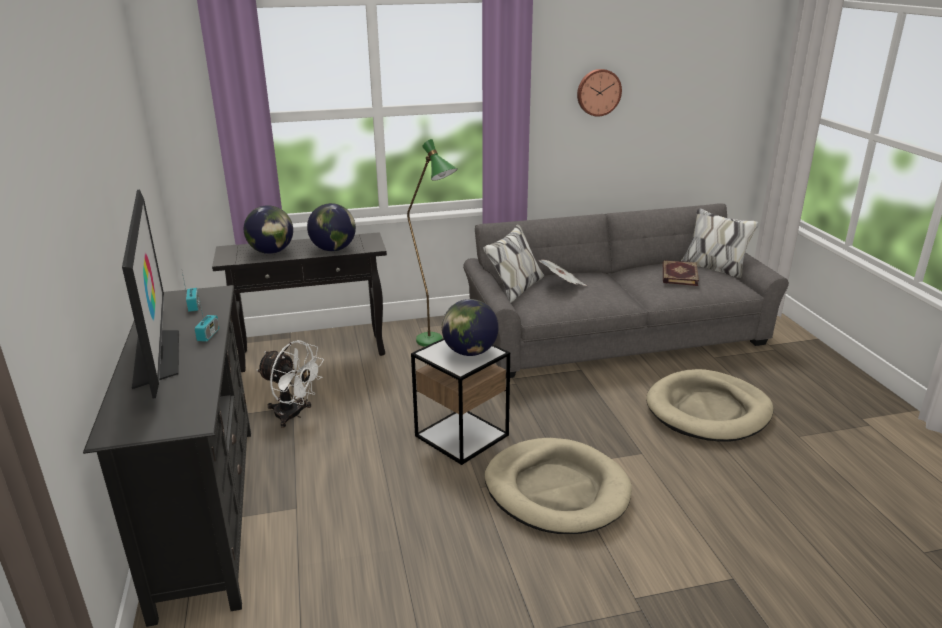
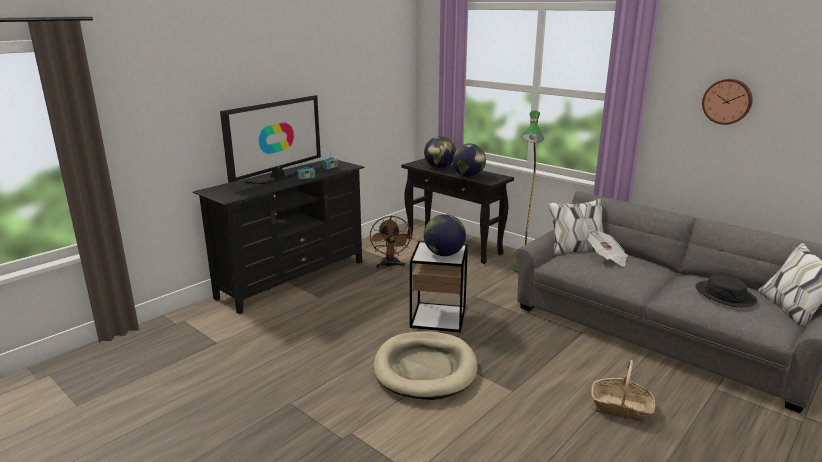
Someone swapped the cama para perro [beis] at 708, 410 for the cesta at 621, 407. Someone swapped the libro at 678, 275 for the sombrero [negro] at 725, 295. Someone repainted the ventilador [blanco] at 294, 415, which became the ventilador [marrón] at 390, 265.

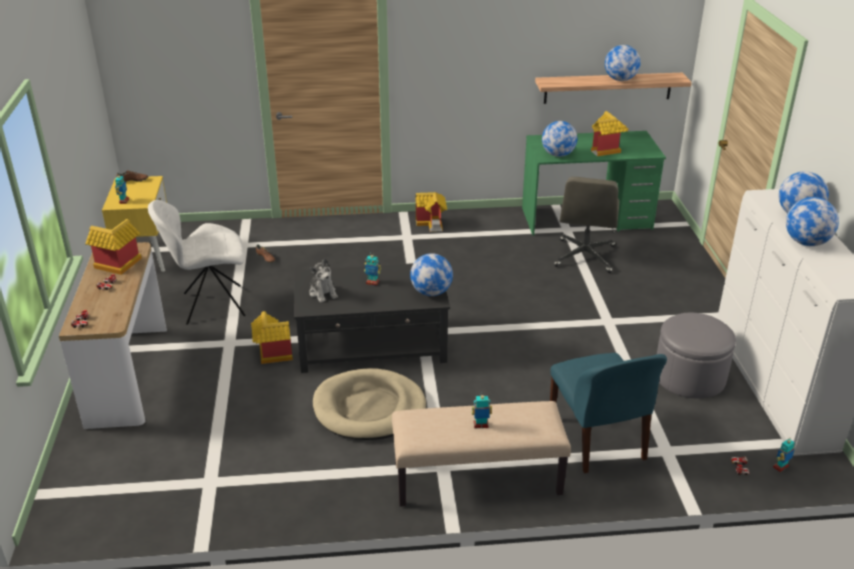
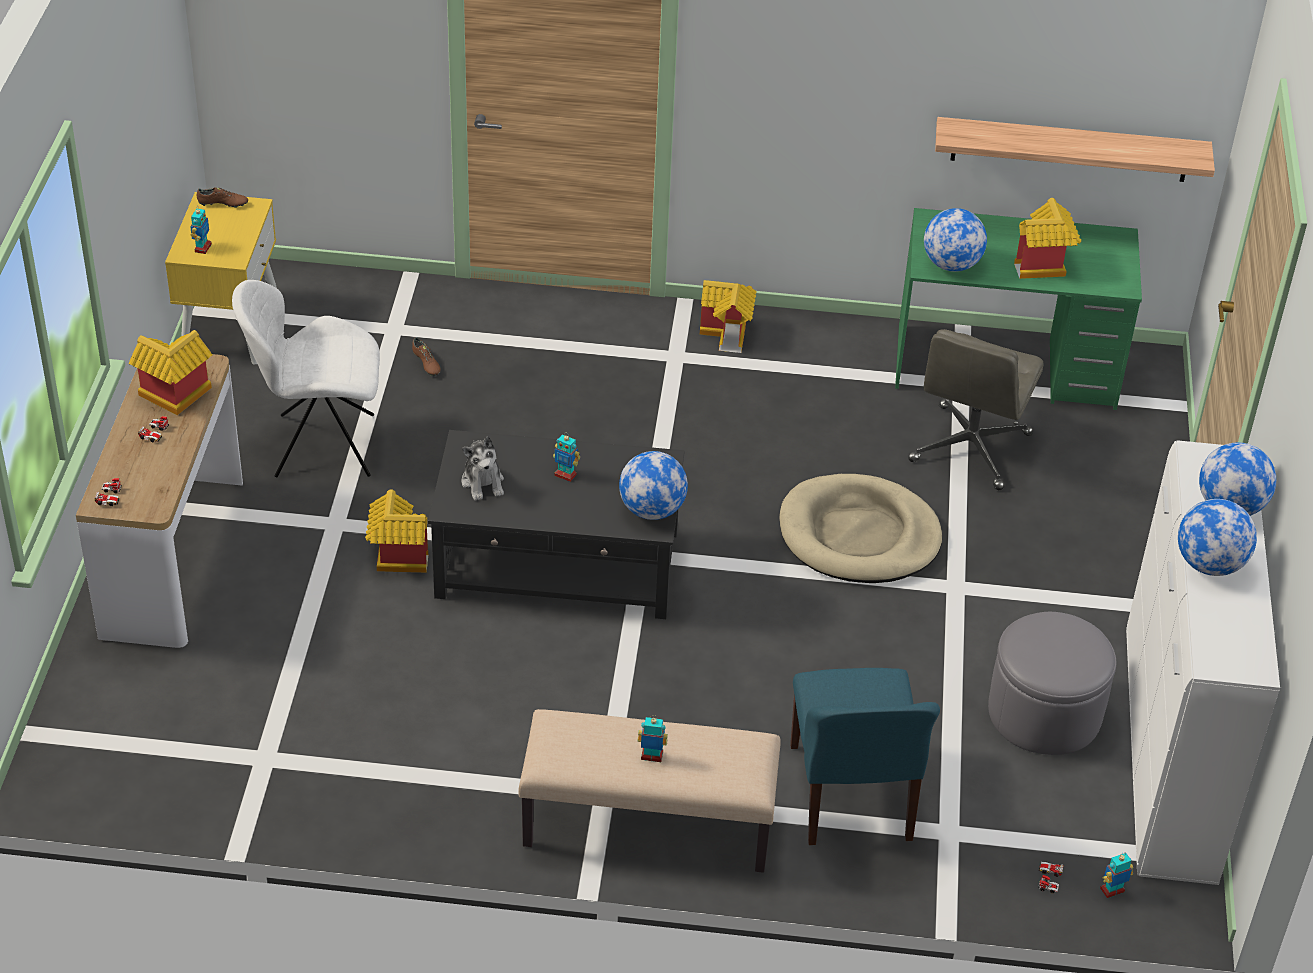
Someone took away the globo terráqueo at 620, 80. Someone carried the cama para perro [beis] from 369, 408 to 859, 535.

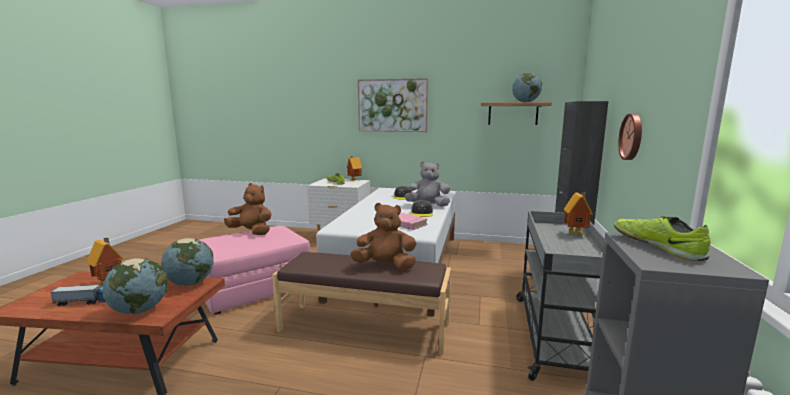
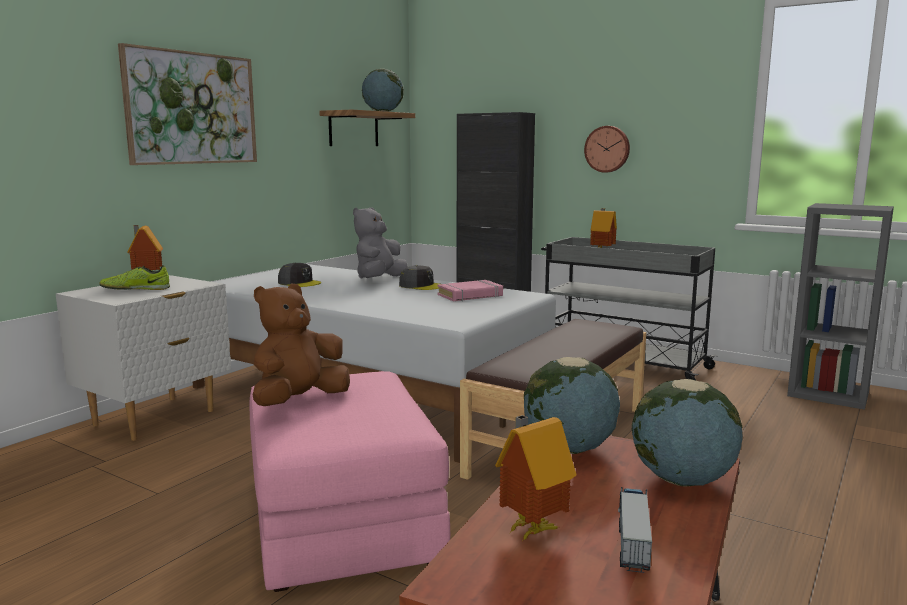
Someone took away the peluche [marrón] at 385, 266. Someone took away the zapato at 657, 246.

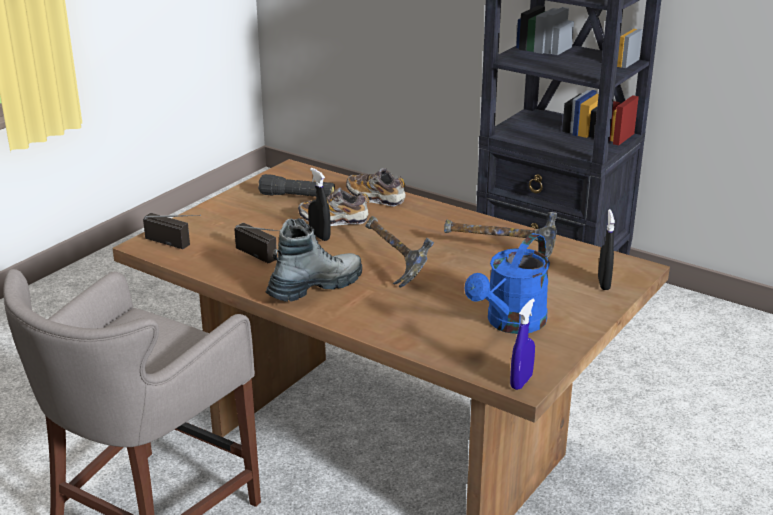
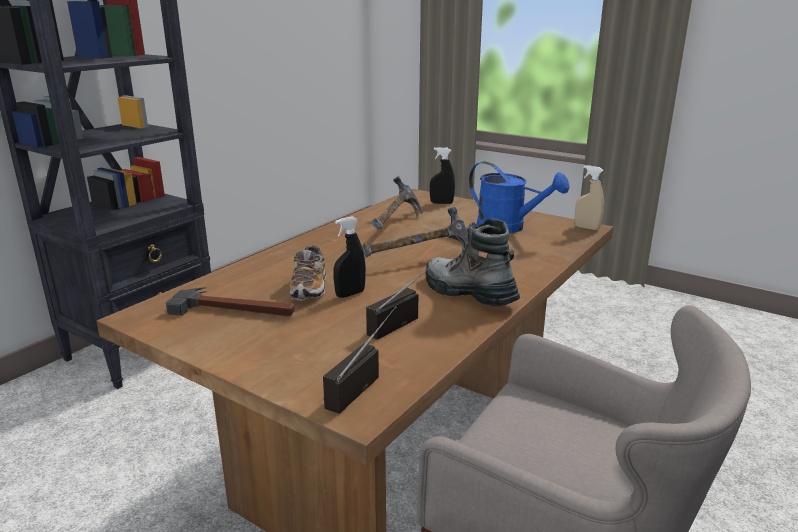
Someone took away the zapato at 375, 197. Someone swapped the linterna [negro] at 297, 196 for the martillo at 234, 309. Someone repainted the pulverizador [azul] at 521, 382, which became the pulverizador [beis] at 586, 228.

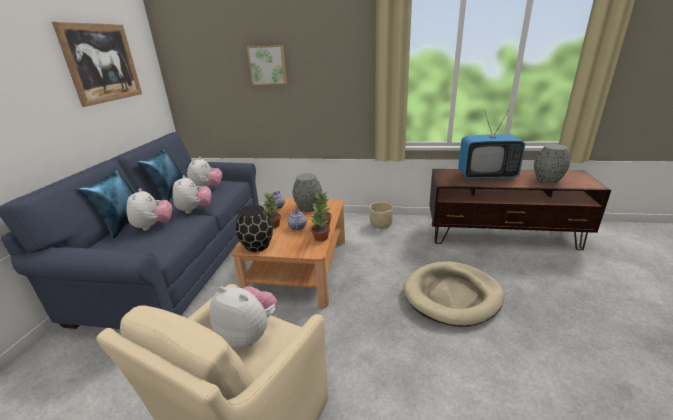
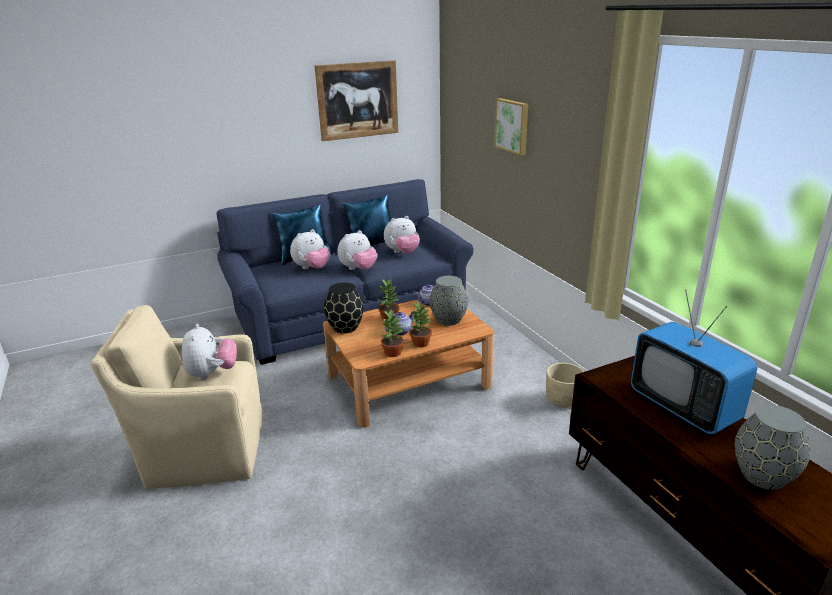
Someone took away the cama para perro [beis] at 452, 295.

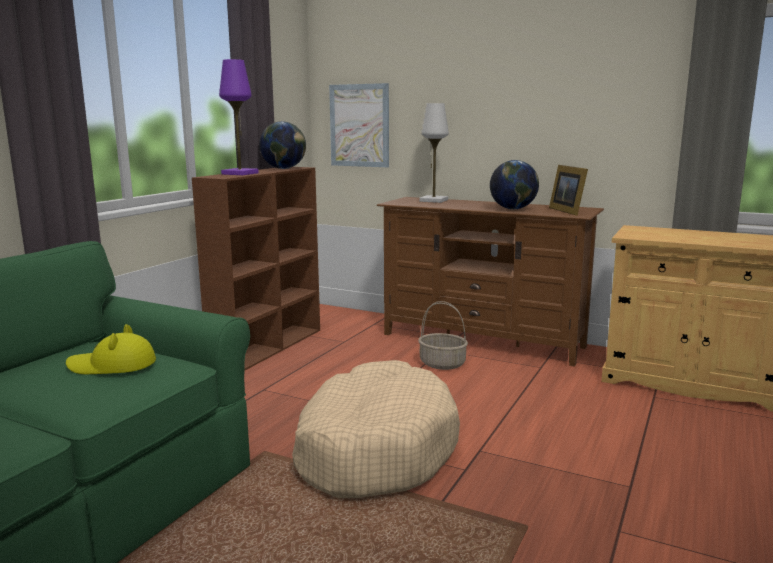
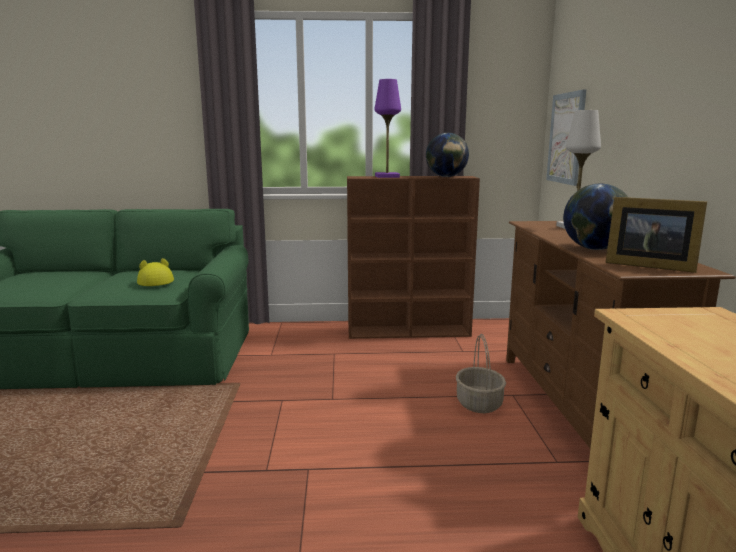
Someone took away the cama para perro [beis] at 374, 449. Someone rotated the portarretratos at 568, 211 by 105 degrees counterclockwise.

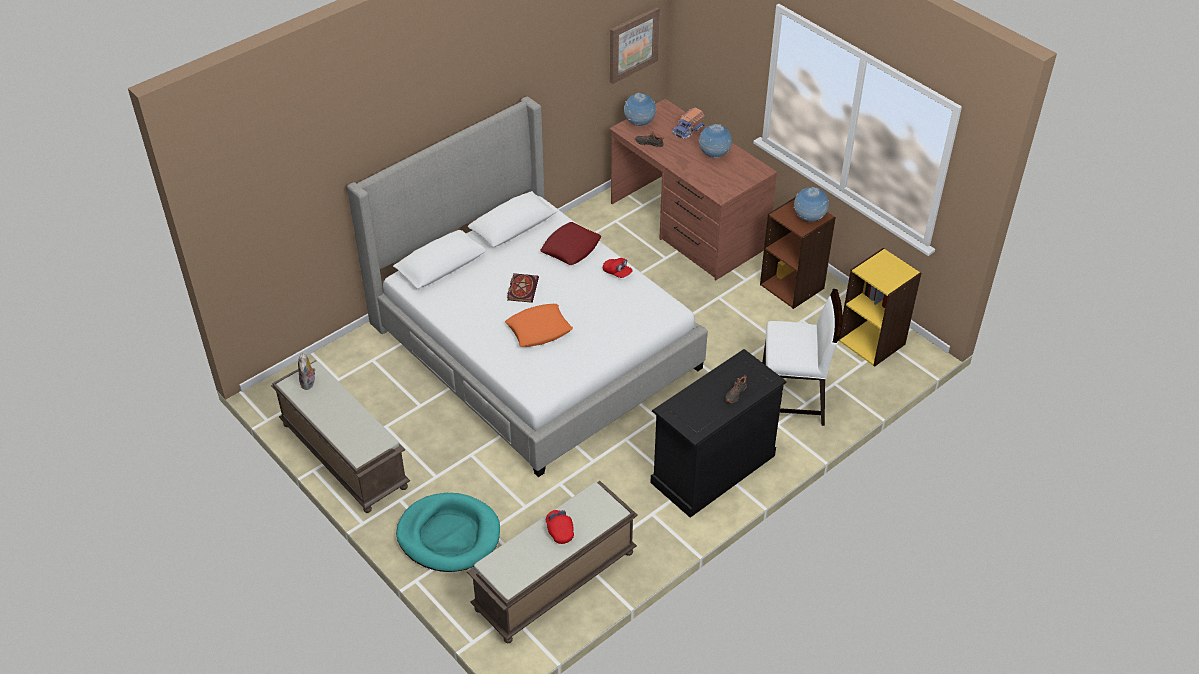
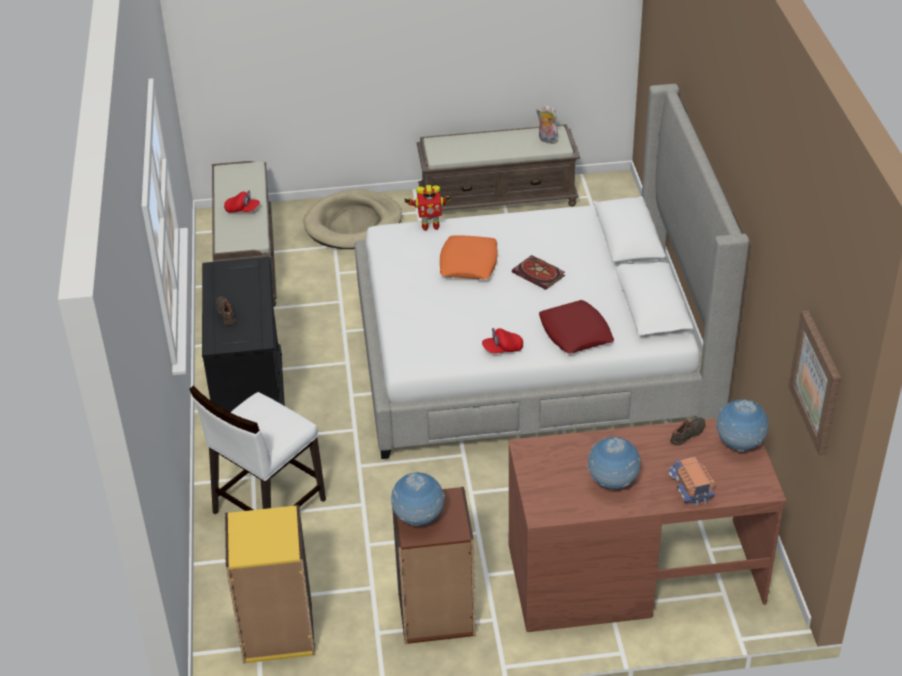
Someone put down the robot de juguete at 429, 226. Someone repainted the cama para perro [turquesa] at 449, 535, which became the cama para perro [beis] at 353, 224.

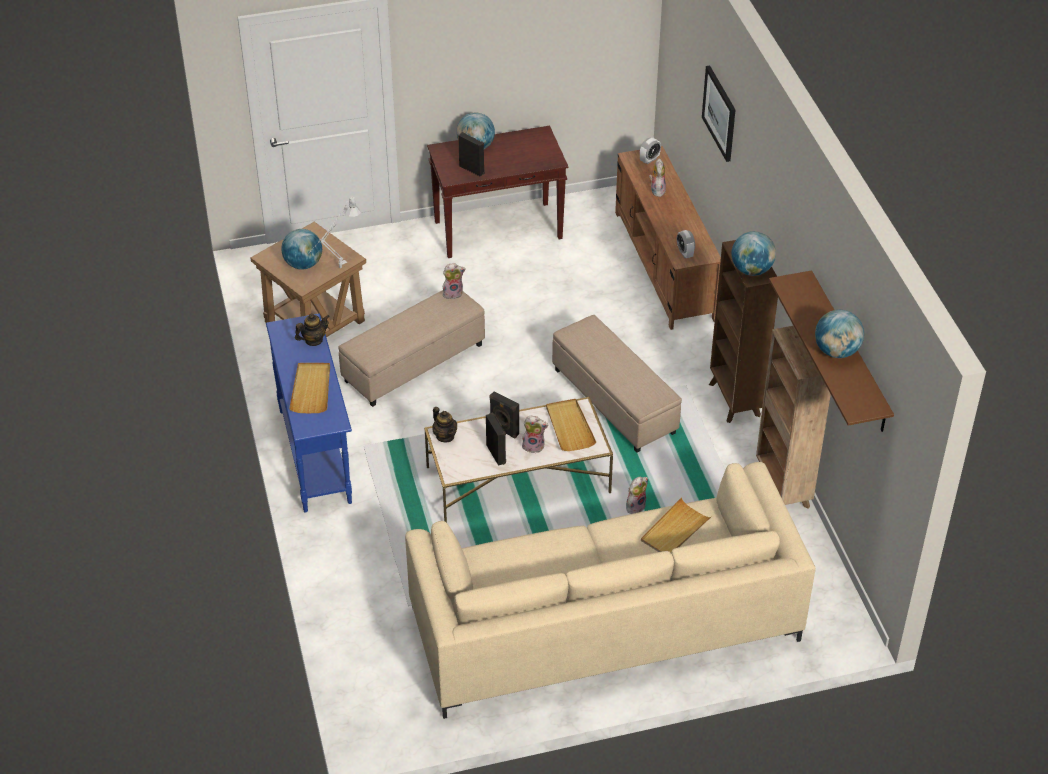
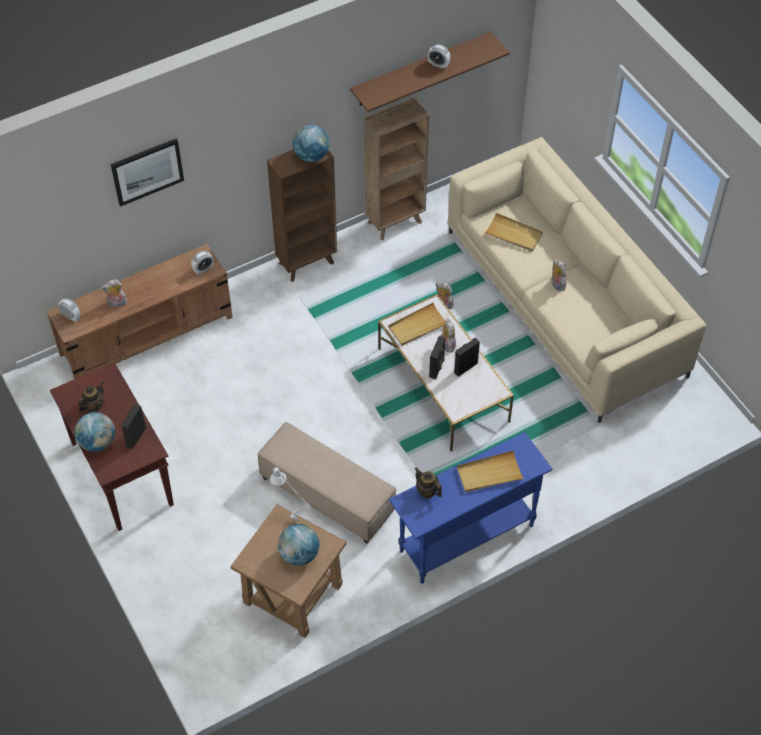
Someone took away the puf [beis] at 613, 401. Someone carried the tetera from 445, 436 to 93, 405. Someone carried the peluche from 453, 293 to 556, 285. Someone swapped the globo terráqueo at 836, 351 for the despertador at 438, 65.

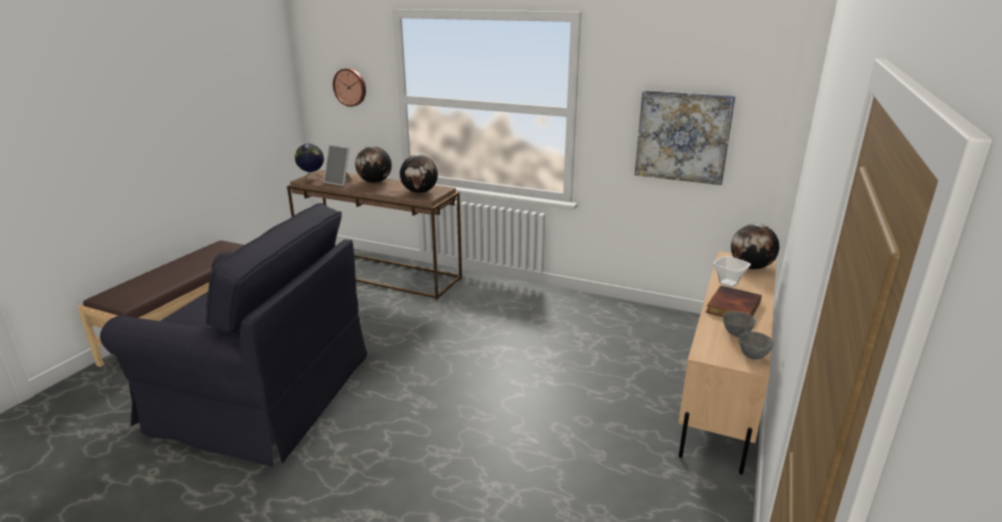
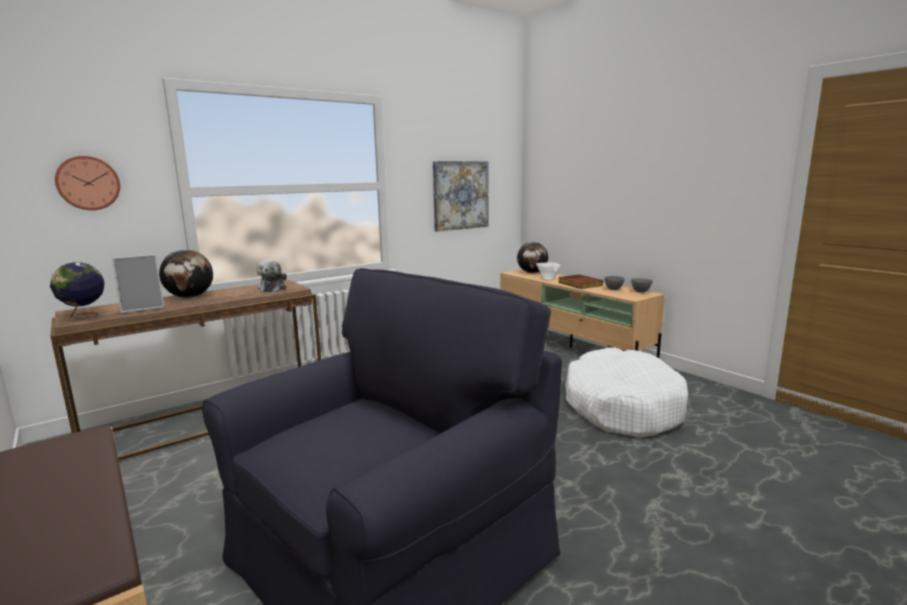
Someone put down the cama para perro [blanco] at 622, 407. Someone swapped the globo terráqueo at 420, 192 for the peluche at 272, 288.

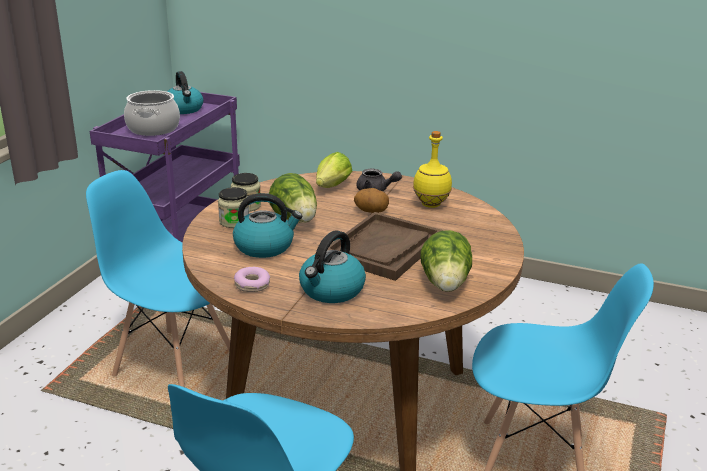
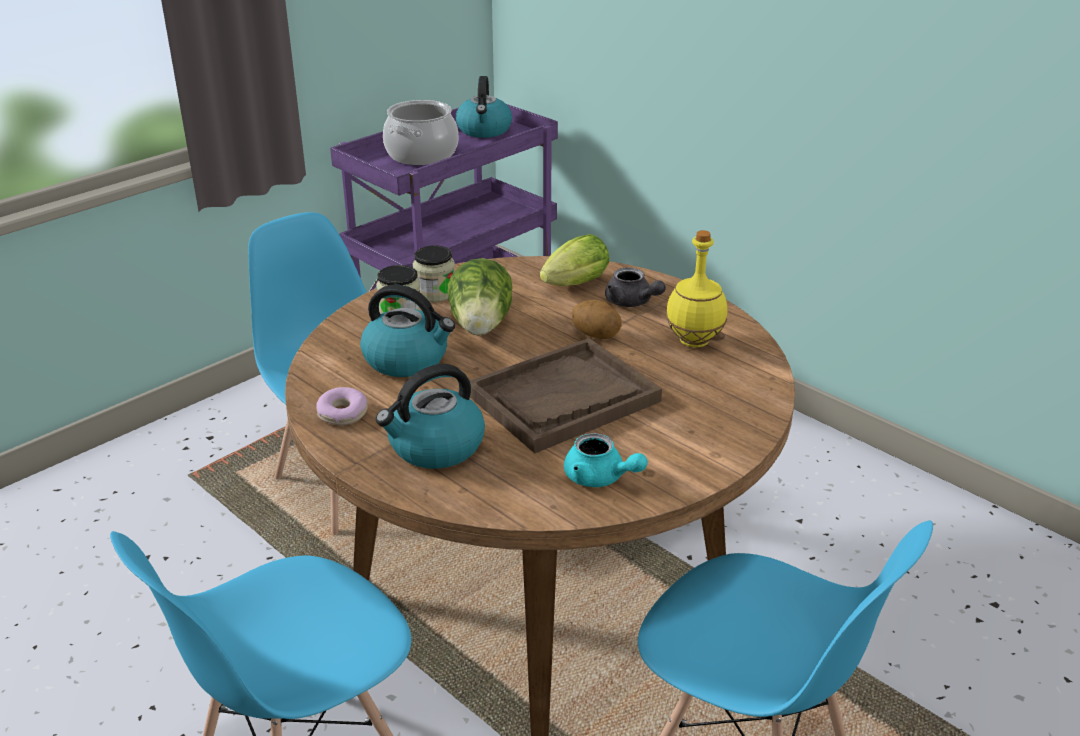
Someone swapped the lechuga at 445, 285 for the tetera [turquesa] at 600, 478.

